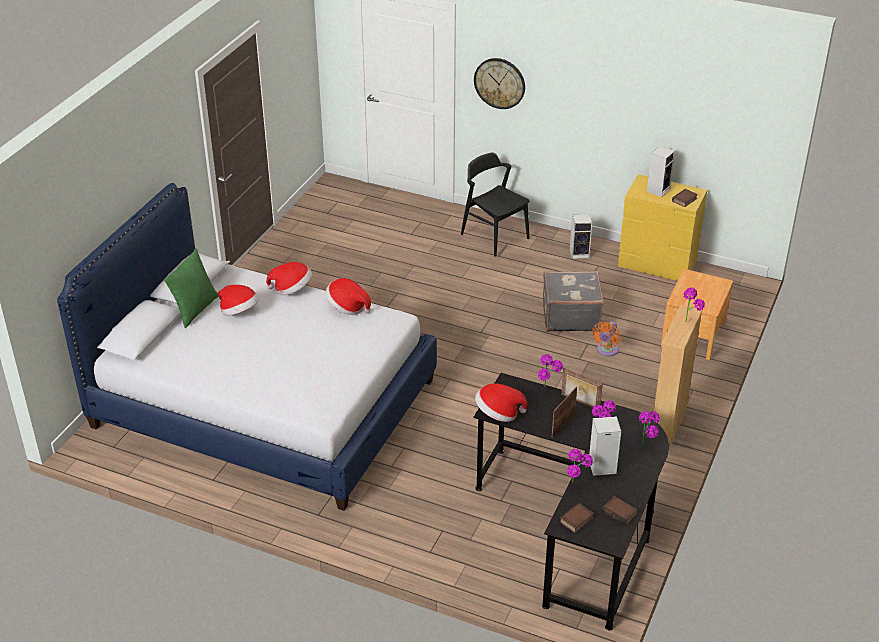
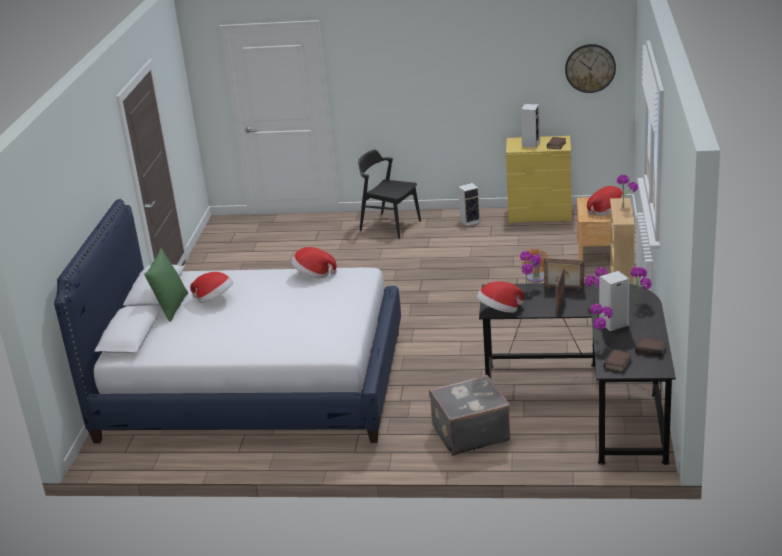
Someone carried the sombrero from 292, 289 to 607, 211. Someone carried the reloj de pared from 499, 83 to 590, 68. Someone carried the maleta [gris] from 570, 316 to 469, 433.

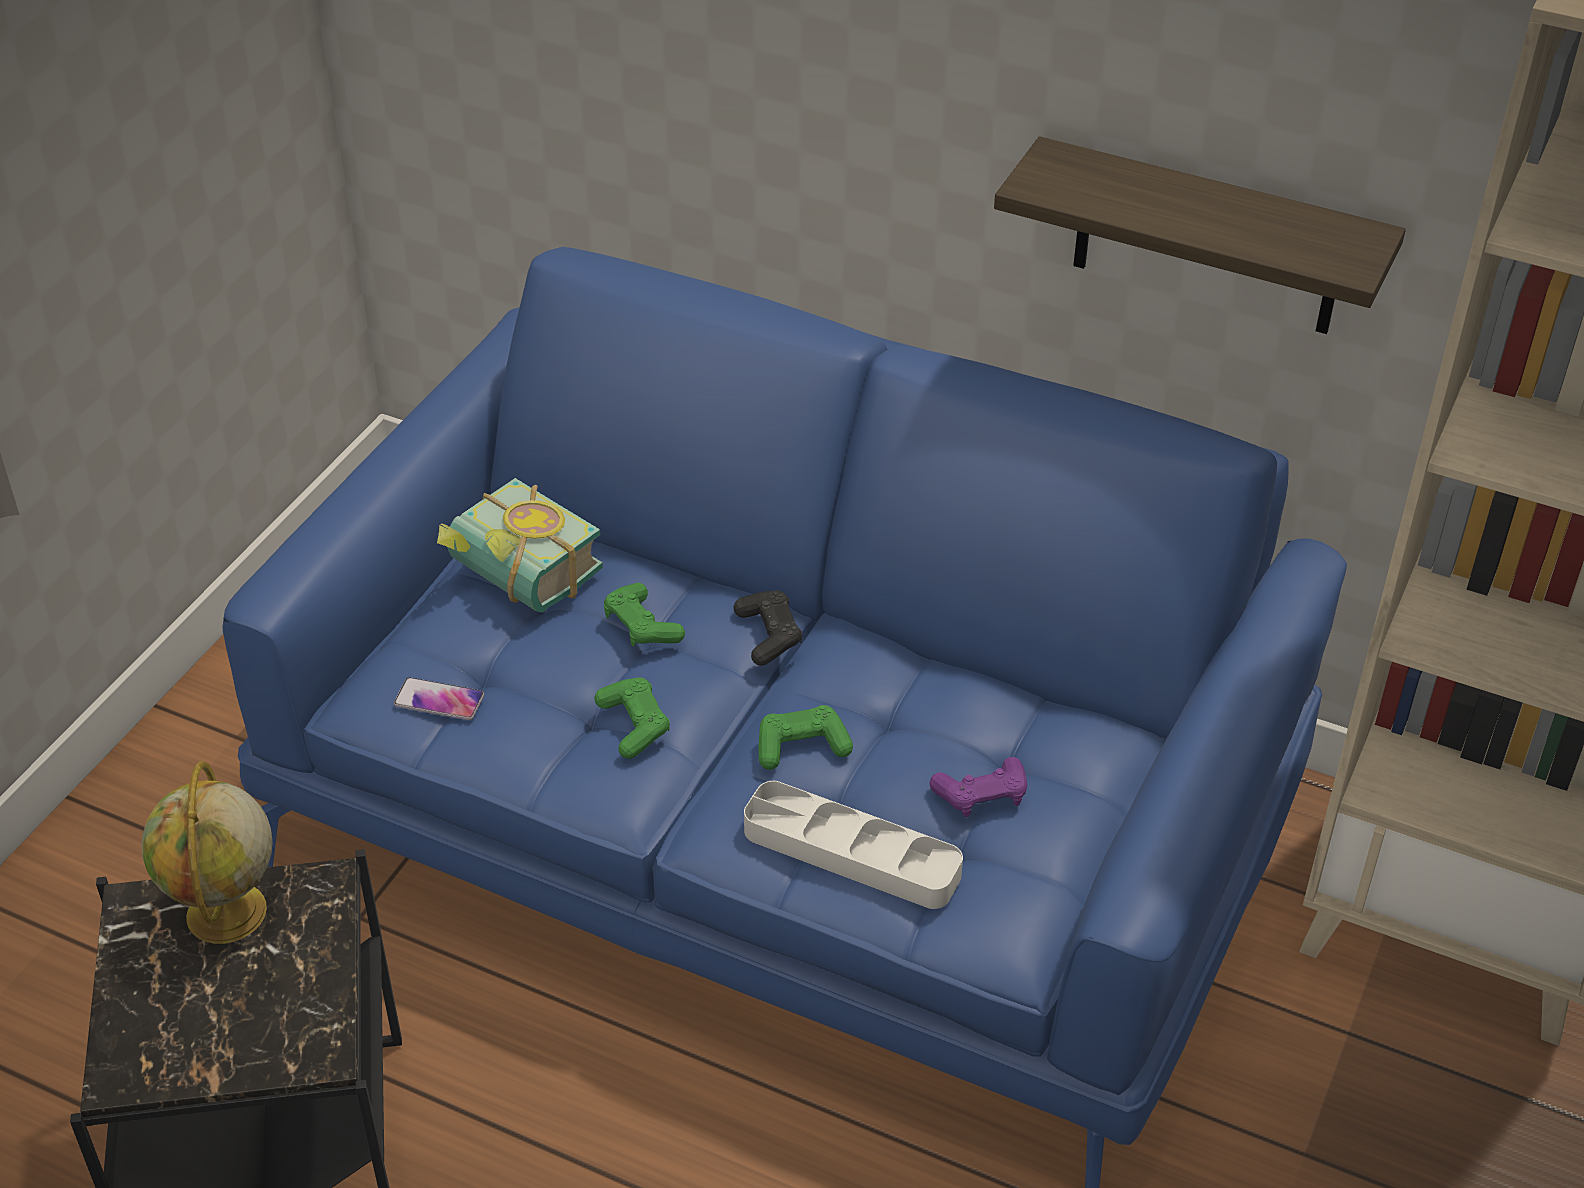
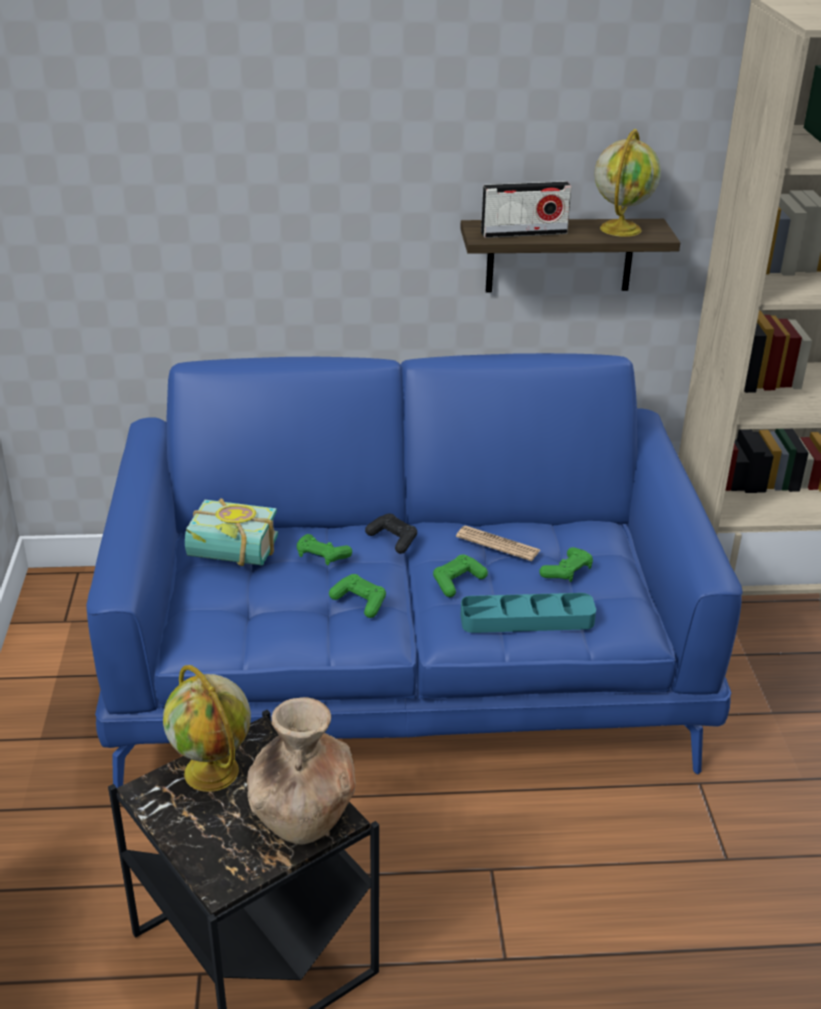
Someone took away the móvil at 439, 700. Someone put down the florero [marrón] at 303, 814. Someone put down the periódico at 498, 544. Someone put down the radio at 524, 233. Someone put down the globo terráqueo at 620, 228. Someone repainted the bandeja [blanco] at 851, 853, which became the bandeja [turquesa] at 527, 619. Someone repainted the mando de consola [morado] at 981, 796, which became the mando de consola [verde] at 567, 572.

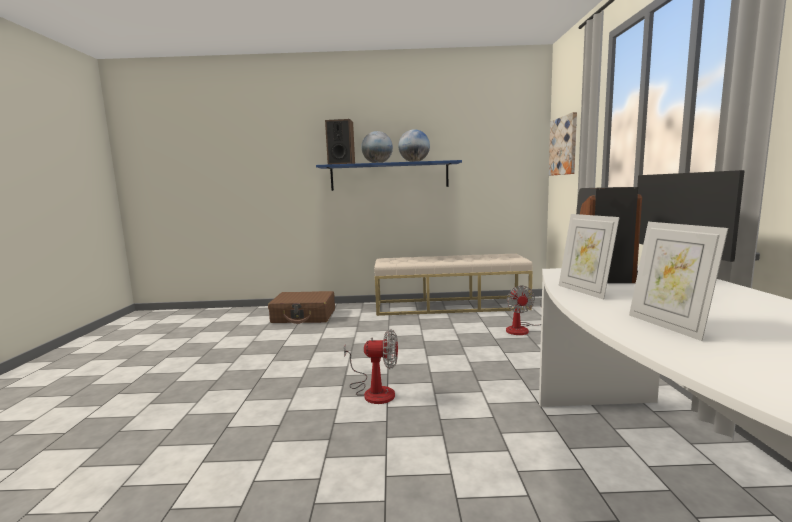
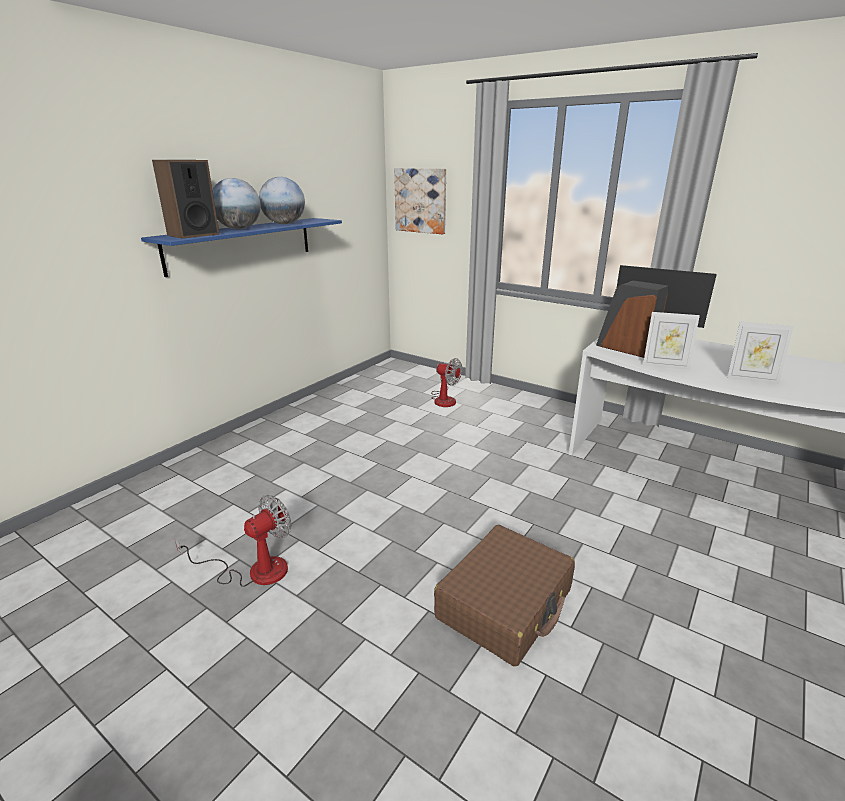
Someone took away the banco [beis] at 450, 306. Someone carried the maleta [marrón] from 304, 316 to 505, 604. Someone carried the ventilador from 373, 391 to 254, 570.

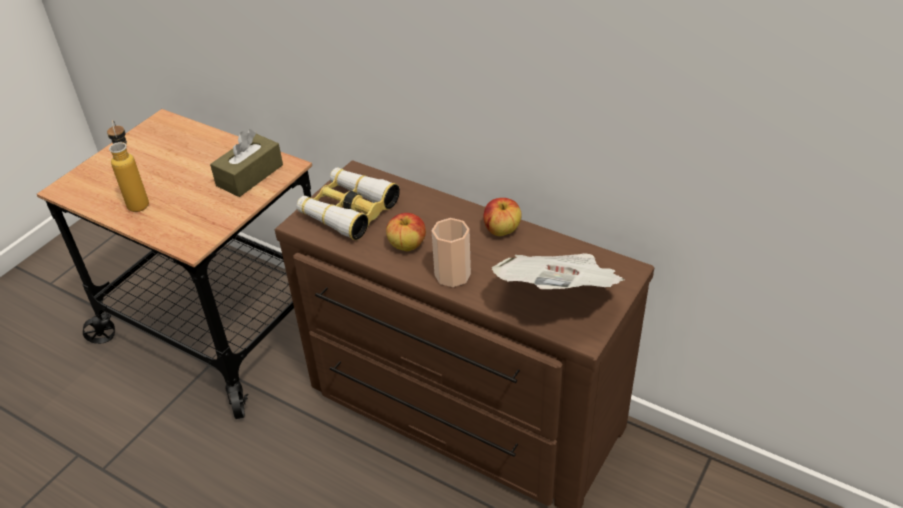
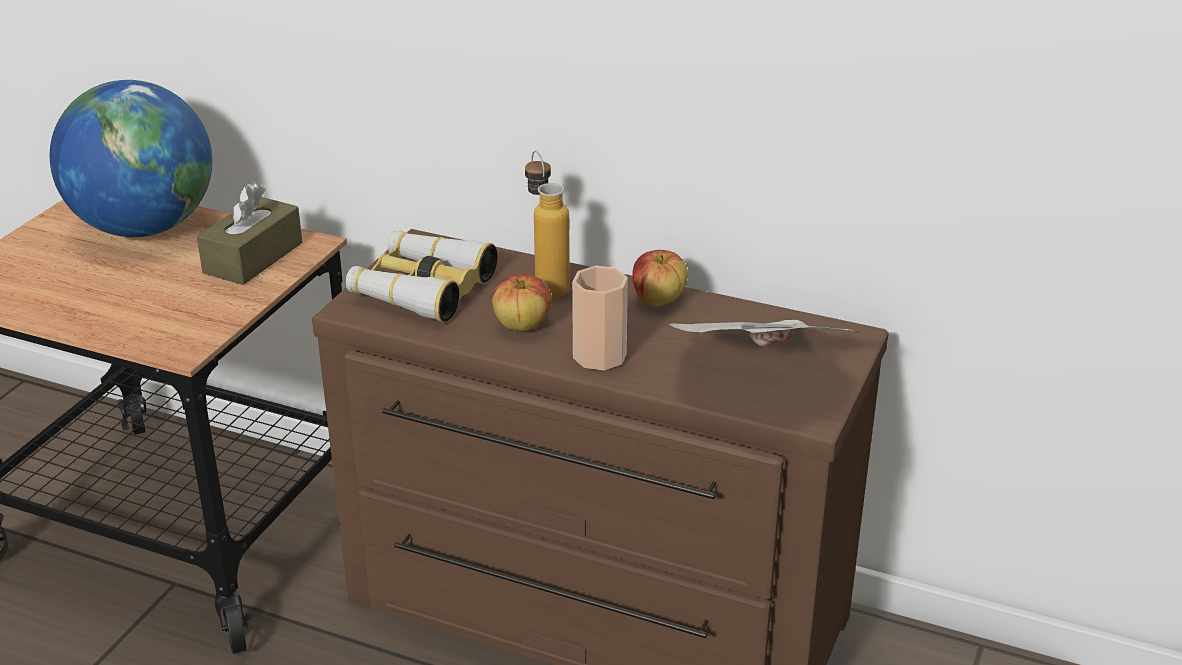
Someone put down the globo terráqueo at 144, 228. Someone carried the botella from 138, 200 to 546, 284.

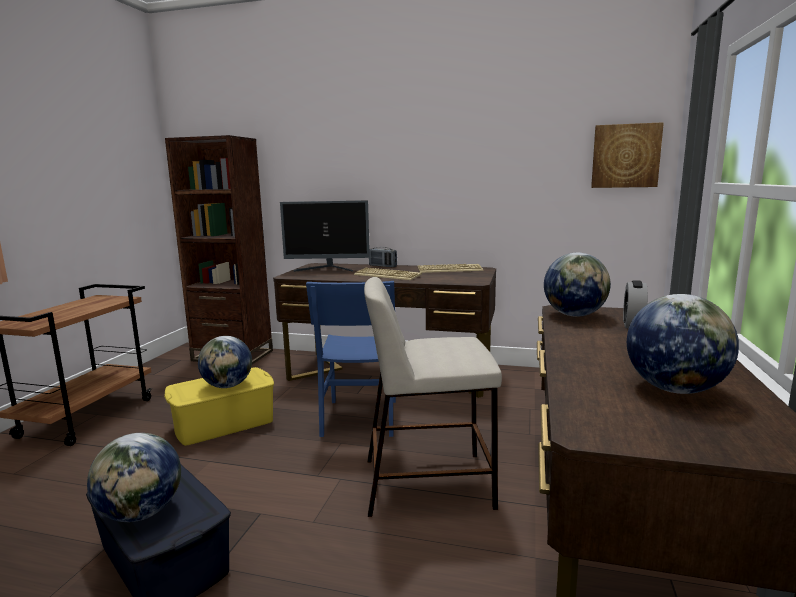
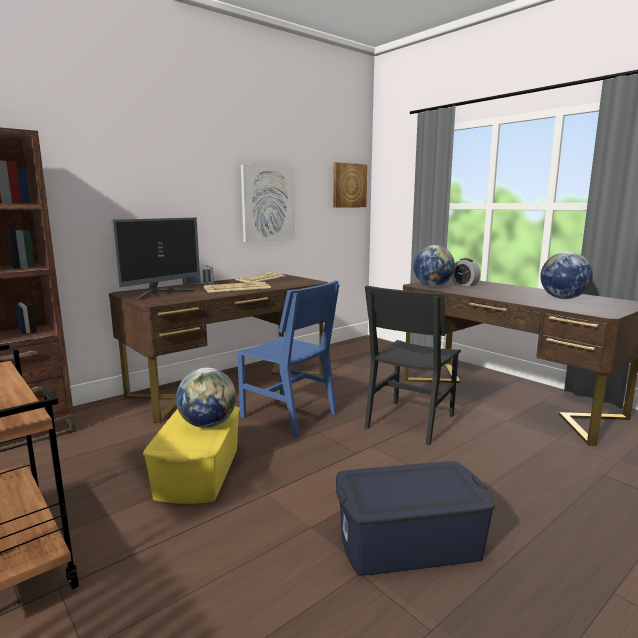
Someone took away the globo terráqueo at 141, 513. Someone put up the cuadro at 268, 204. Someone swapped the taburete [beis] at 429, 482 for the silla [negro] at 410, 421.

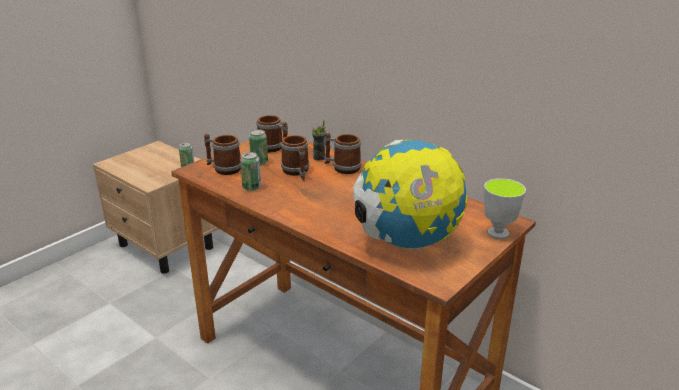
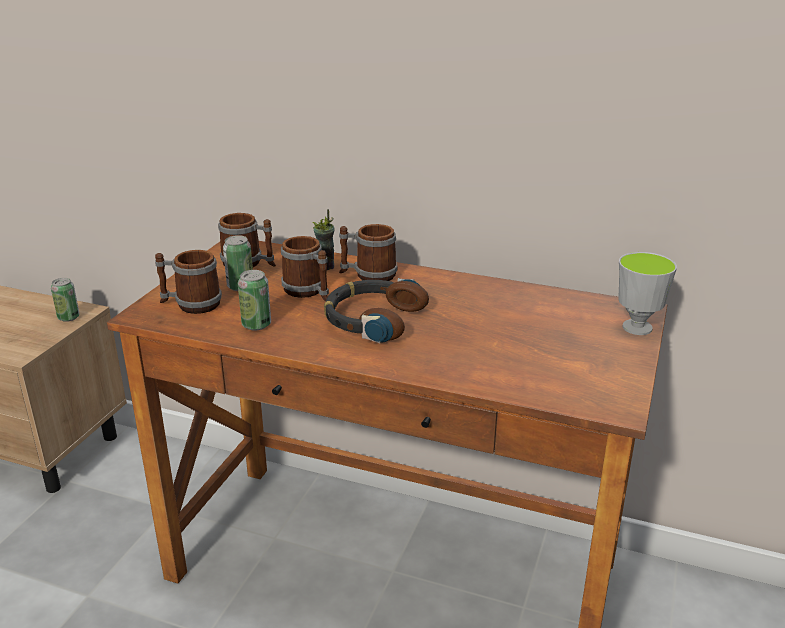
Someone took away the globo terráqueo at 407, 242. Someone put down the auriculares at 372, 319.

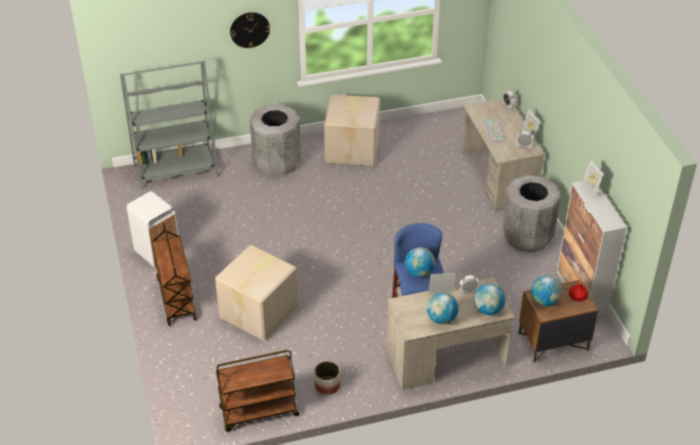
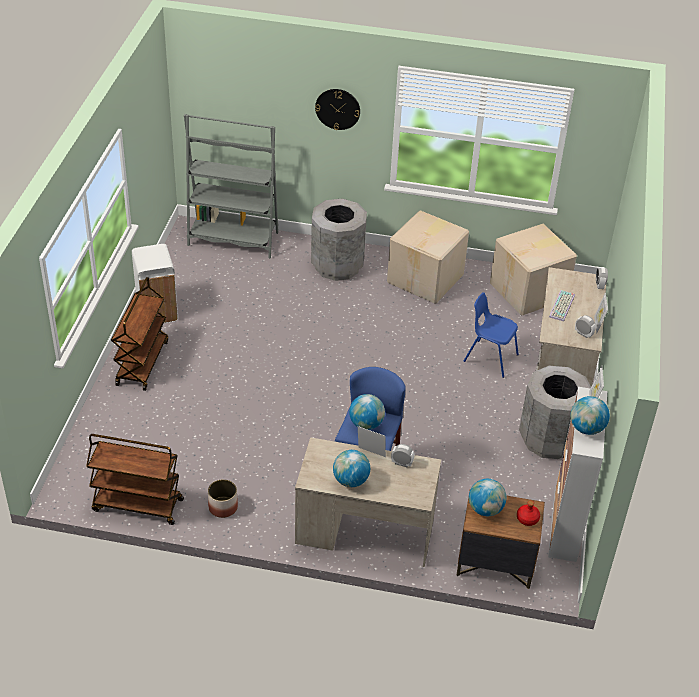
Someone put down the silla [azul] at 490, 358. Someone carried the caja de cartón from 260, 312 to 529, 291. Someone carried the globo terráqueo from 488, 310 to 586, 429.

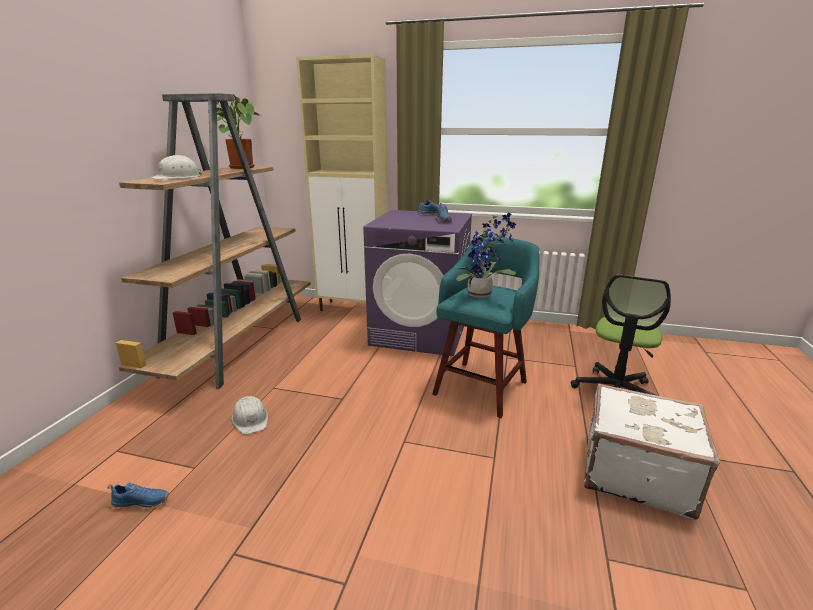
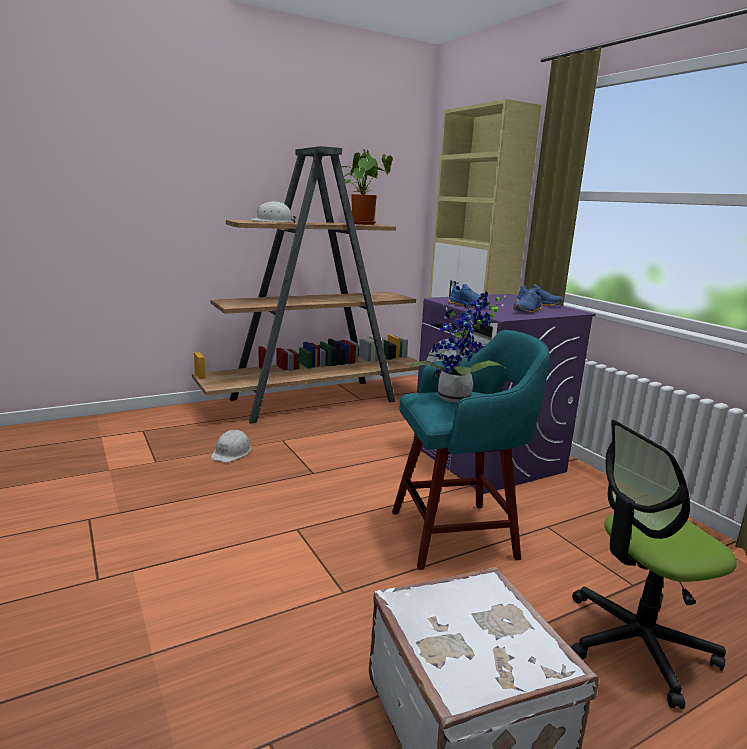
Someone carried the zapato [azul] from 142, 502 to 469, 306.

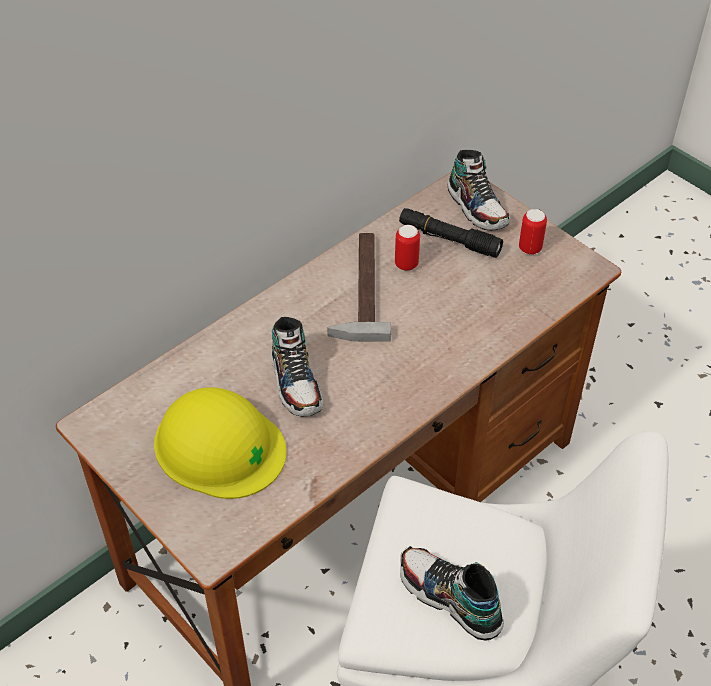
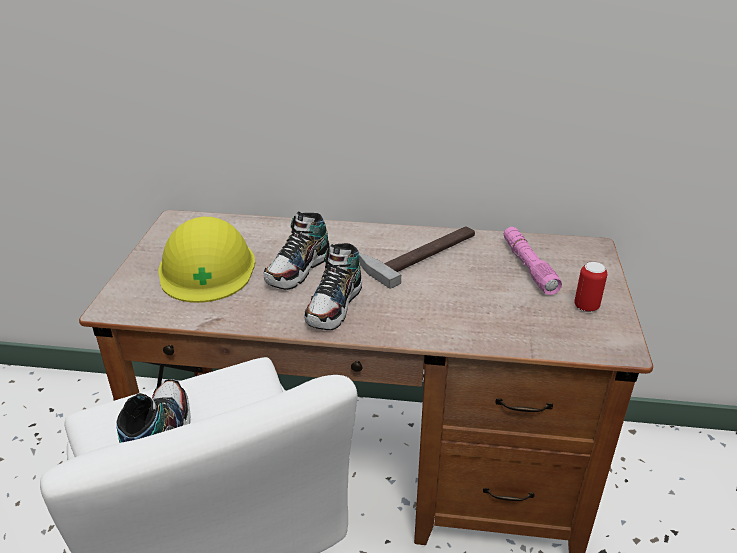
Someone took away the lata at 406, 264. Someone carried the zapato from 477, 207 to 334, 306. Someone repainted the linterna [negro] at 449, 239, which became the linterna [rosa] at 528, 266.

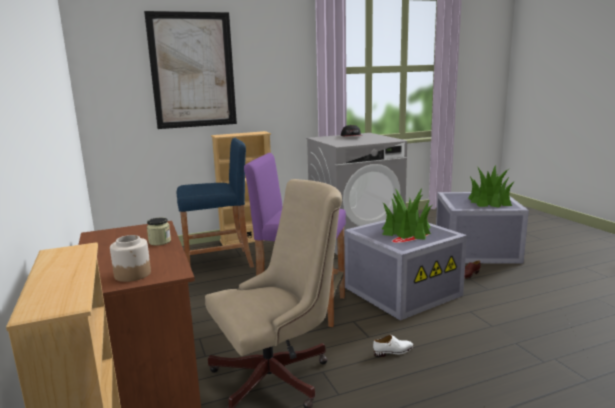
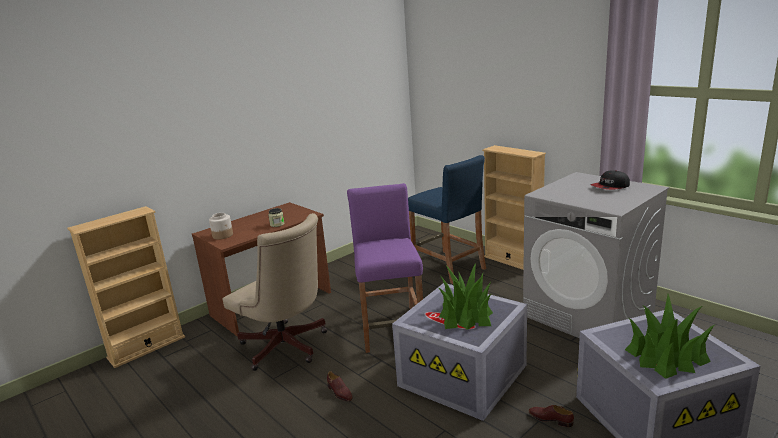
Someone took away the cuadro at 193, 70. Someone repainted the zapato [blanco] at 393, 351, which became the zapato [marrón] at 339, 392.

